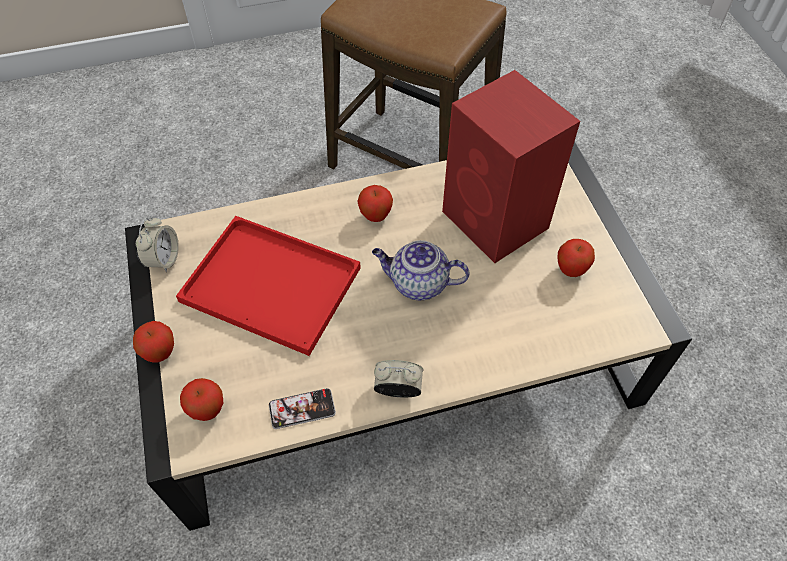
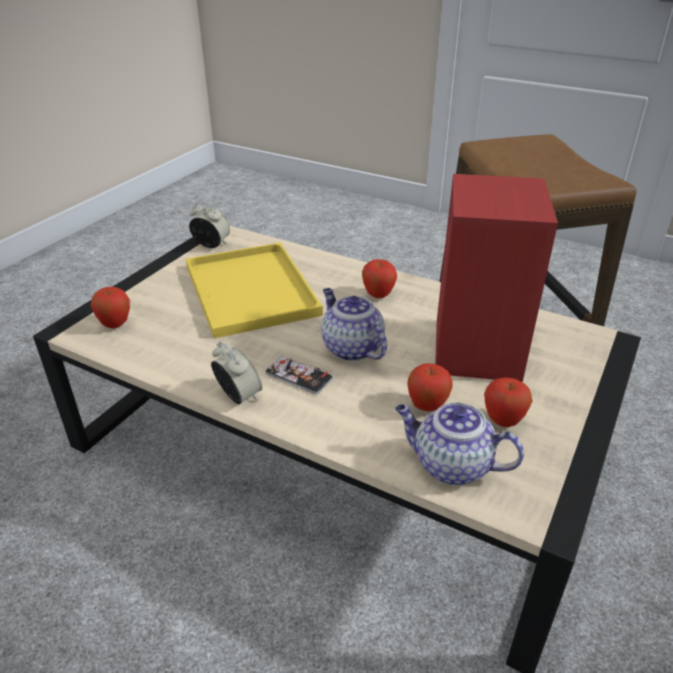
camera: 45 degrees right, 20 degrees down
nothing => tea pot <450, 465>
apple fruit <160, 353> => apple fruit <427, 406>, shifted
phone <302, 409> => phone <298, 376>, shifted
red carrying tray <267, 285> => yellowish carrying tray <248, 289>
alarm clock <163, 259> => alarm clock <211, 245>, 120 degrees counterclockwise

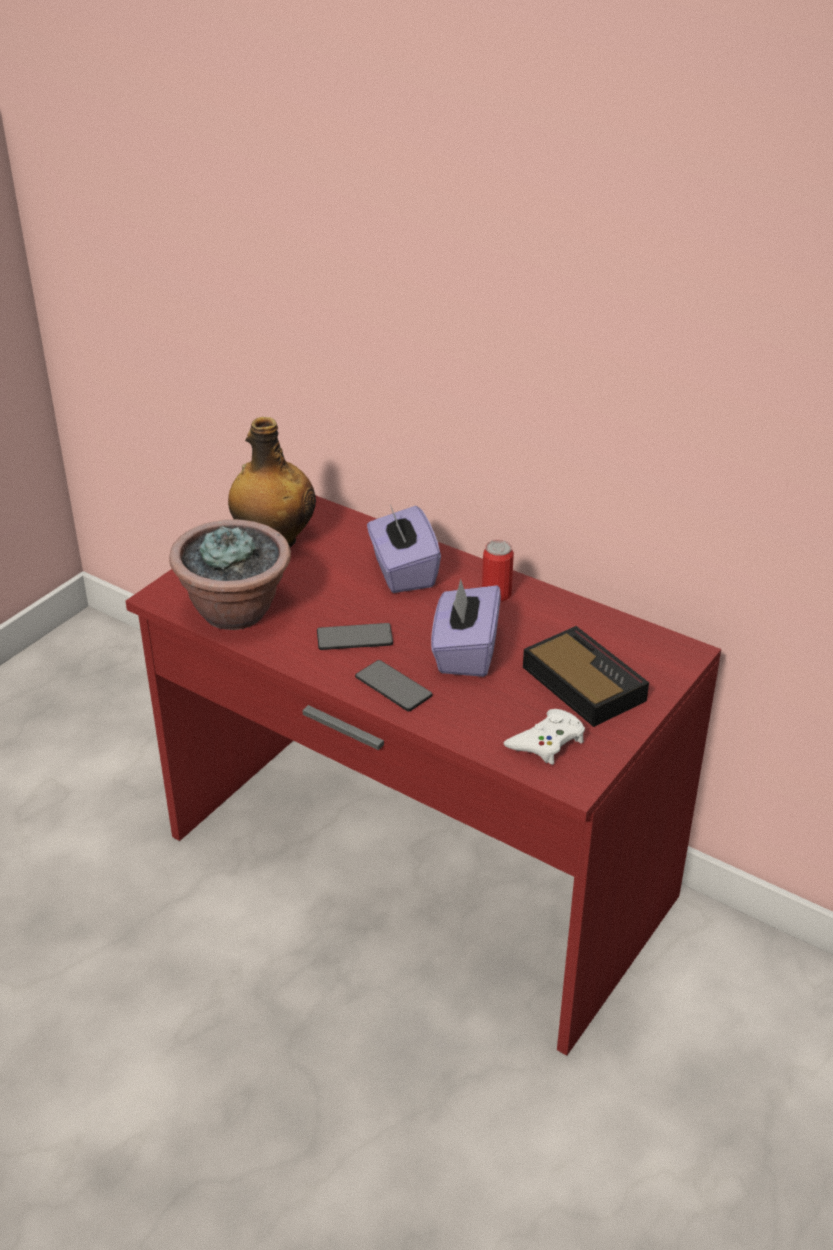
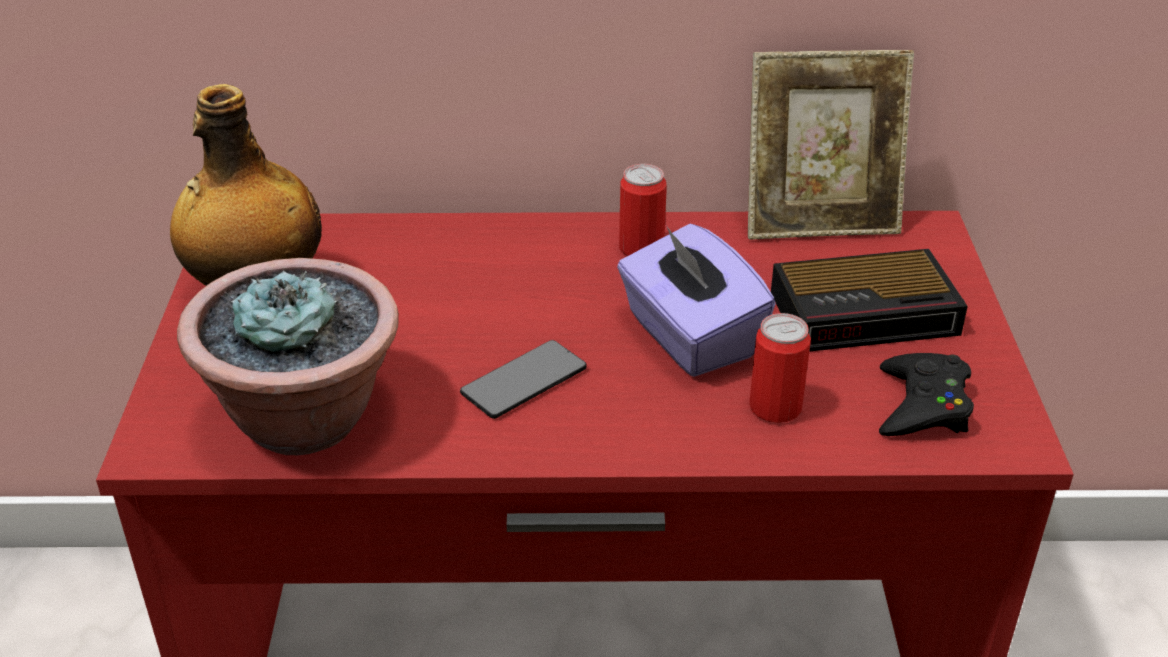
camera: 35 degrees left, 0 degrees up
phone <393, 687> => nothing
purple tissue box <402, 571> => nothing
nothing => photo frame <819, 221>
nothing => can <775, 407>
white-coloured gamepad <547, 742> => blackish gamepad <922, 406>
alarm clock <581, 682> => alarm clock <868, 313>, 150 degrees clockwise

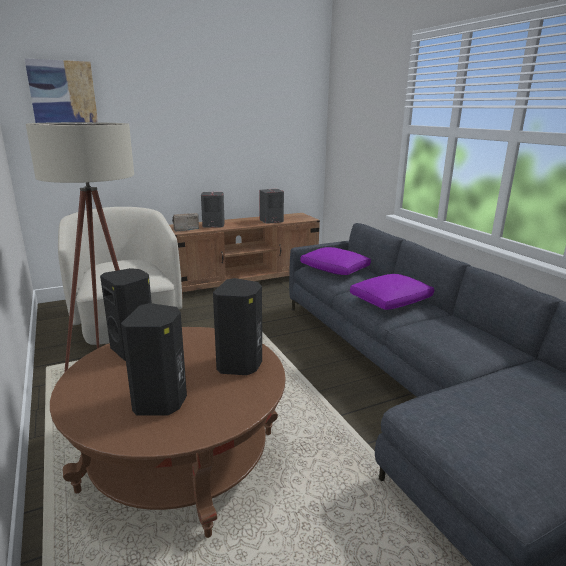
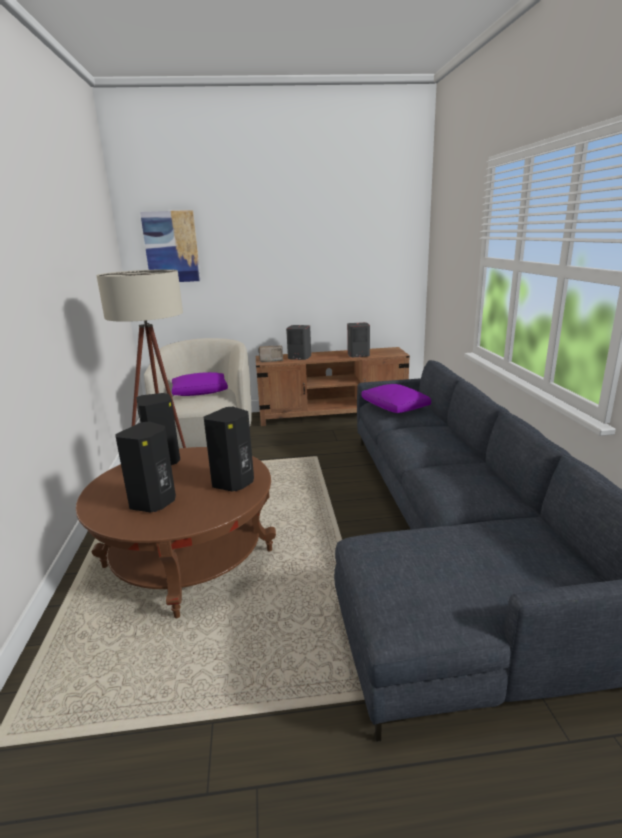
camera: 20 degrees right, 0 degrees up
purple pillow <391, 301> => purple pillow <200, 392>, shifted

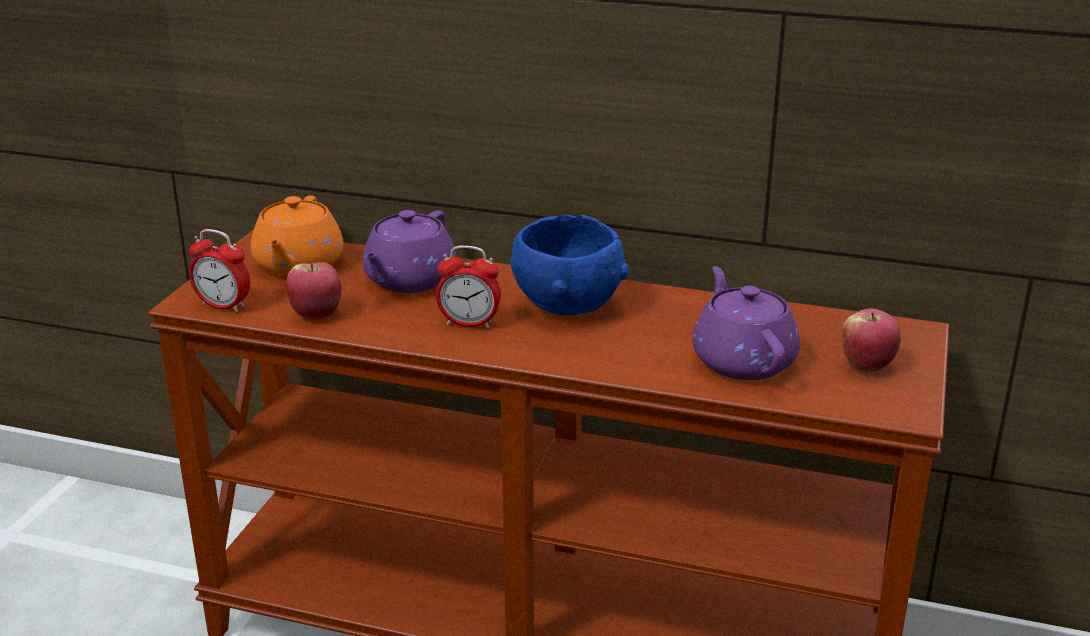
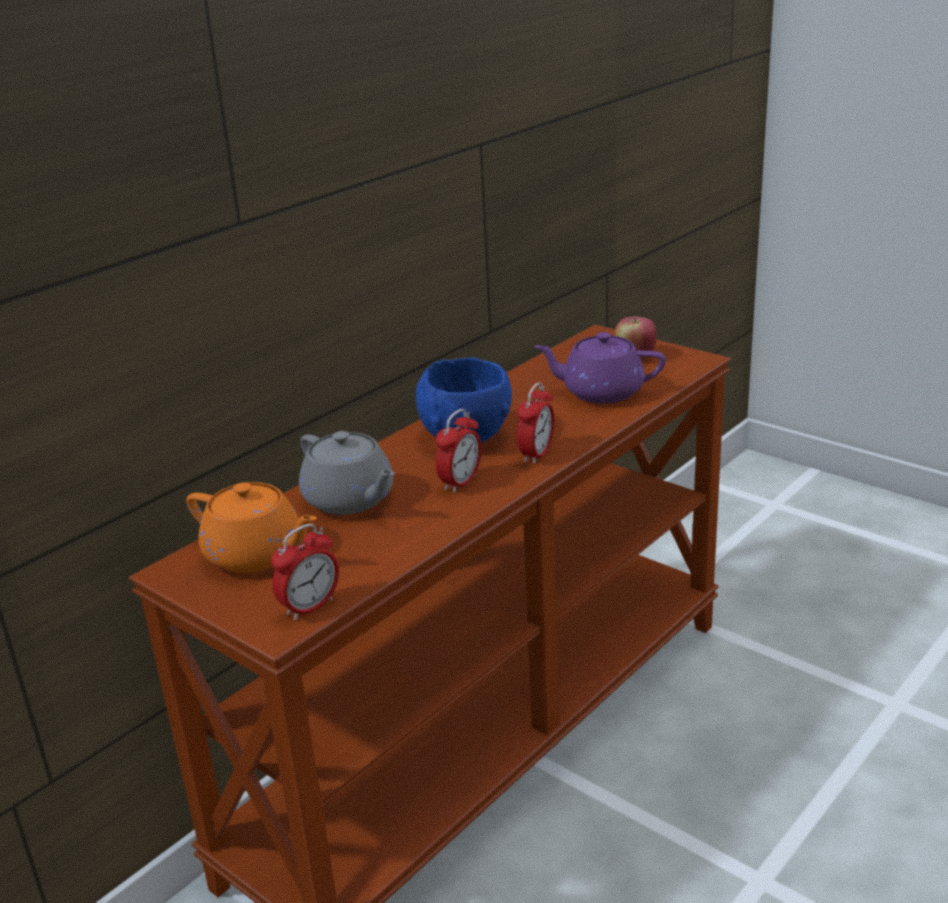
camera: 65 degrees left, 0 degrees up
apple fruit <317, 315> => nothing
nothing => alarm clock <537, 454>
purple tea pot <408, 280> => grey tea pot <350, 500>

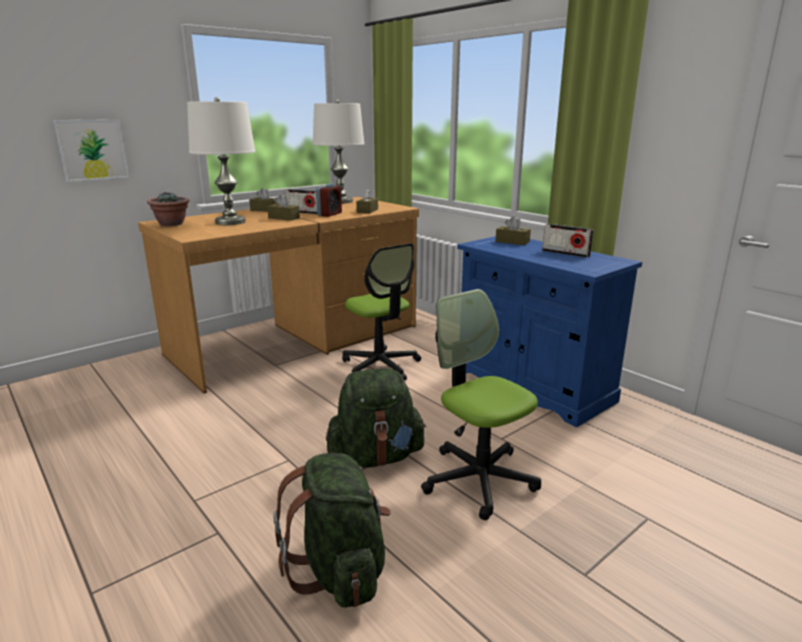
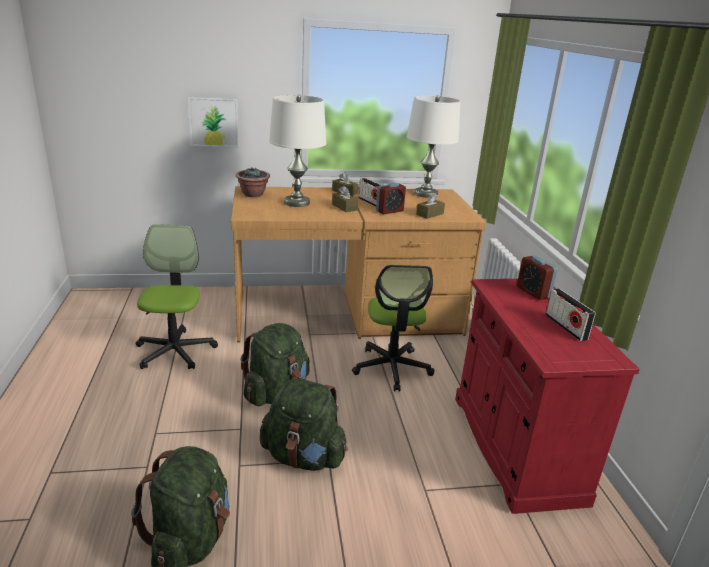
camera: 30 degrees right, 5 degrees up
nothing => greenish backpack <276, 392>
desk chair <479, 479> => desk chair <175, 351>, shifted
brown-coloured tissue box <512, 242> => alarm clock <533, 292>
blue-coloured storage cabinet <532, 385> => red storage cabinet <515, 447>

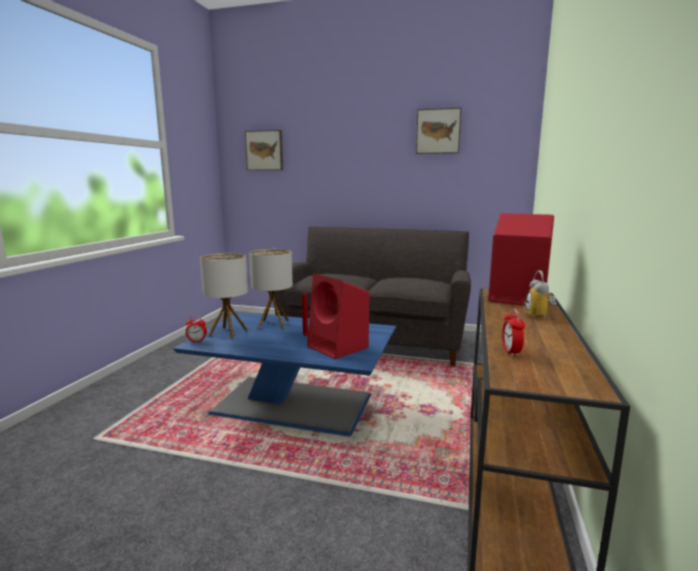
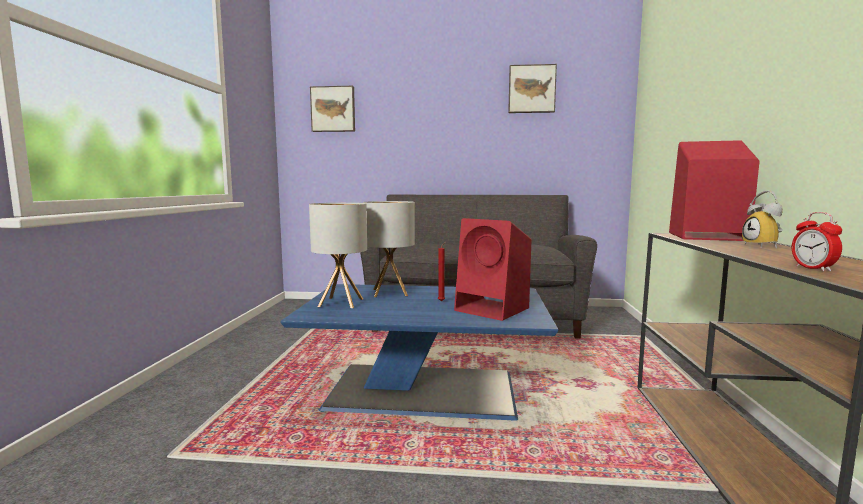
camera: 10 degrees left, 5 degrees down
alarm clock <197, 341> => nothing

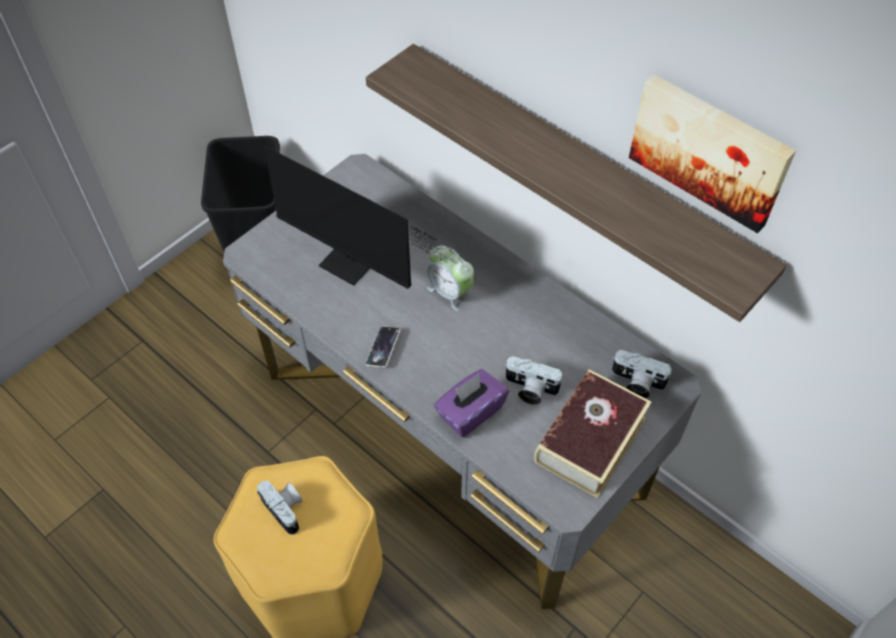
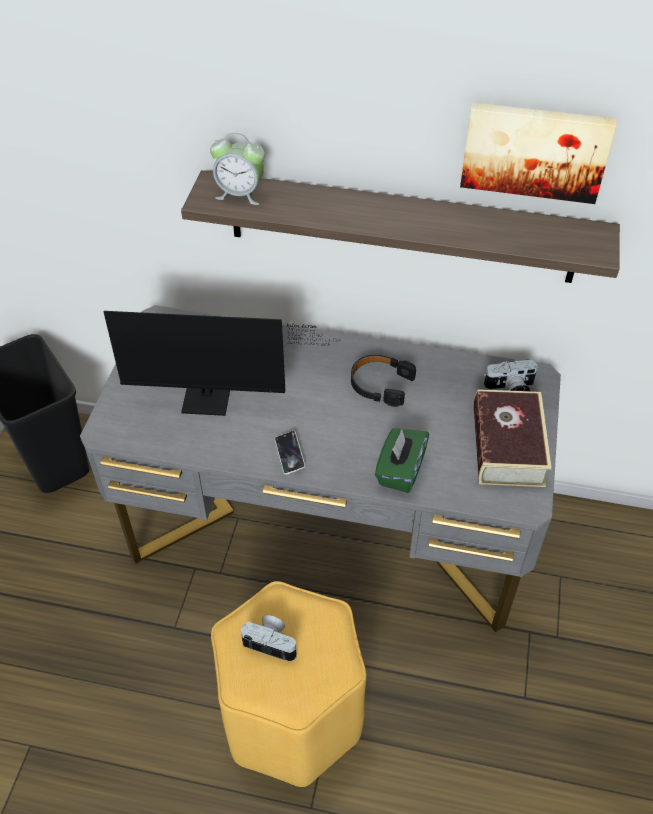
camera: 30 degrees left, 5 degrees down
still camera <529, 389> => nothing
nothing => blackish headset <380, 384>
alarm clock <450, 292> => alarm clock <240, 194>, shifted
purple tissue box <470, 412> => greenish tissue box <400, 470>

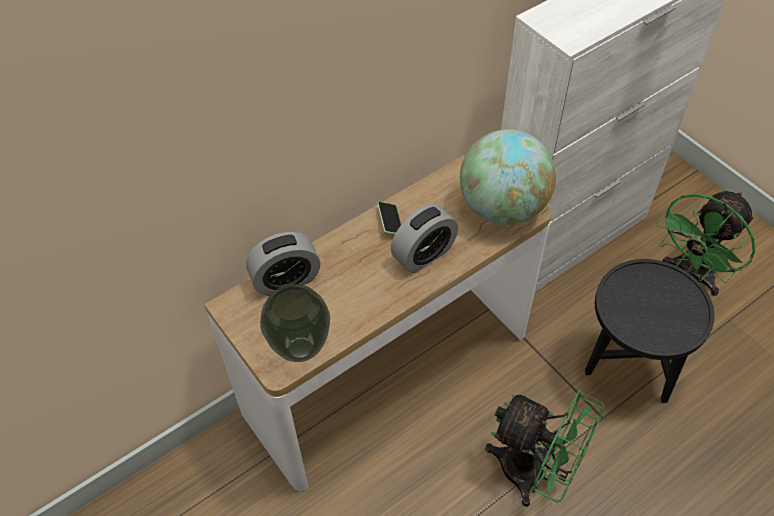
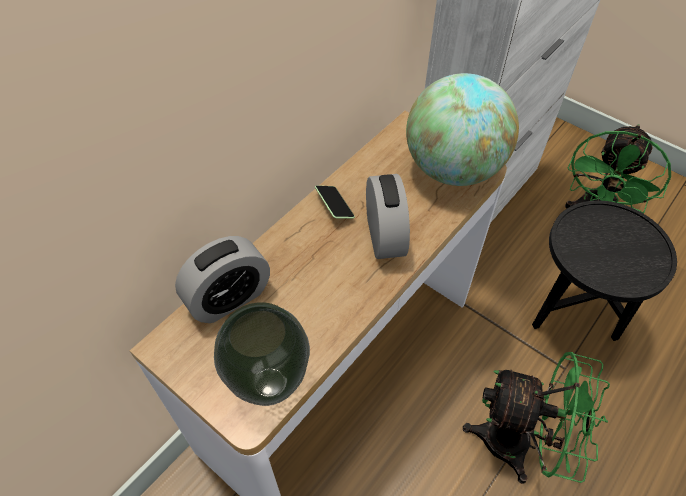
camera: 15 degrees left, 0 degrees up
alarm clock <424, 255> => alarm clock <384, 236>, 45 degrees counterclockwise

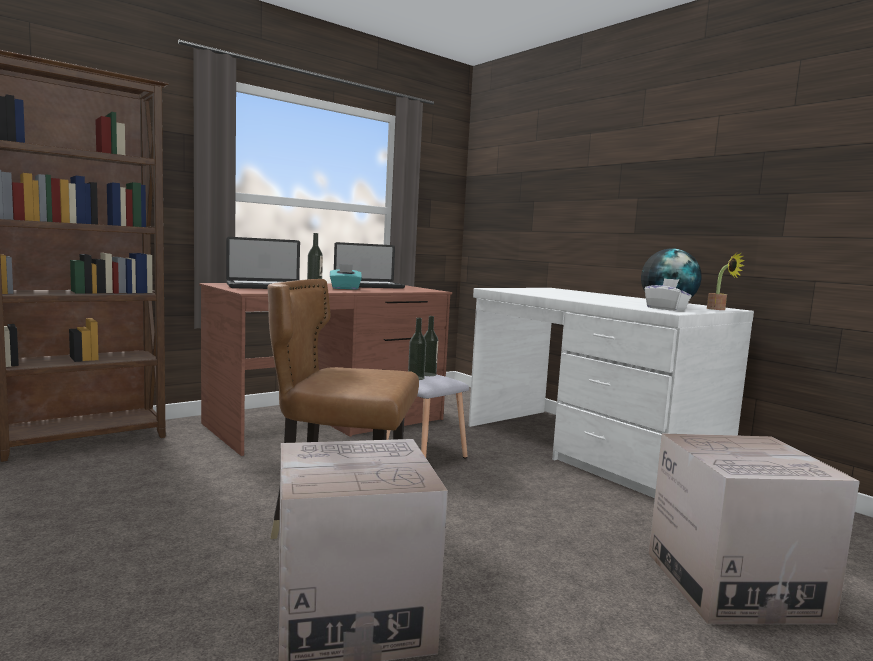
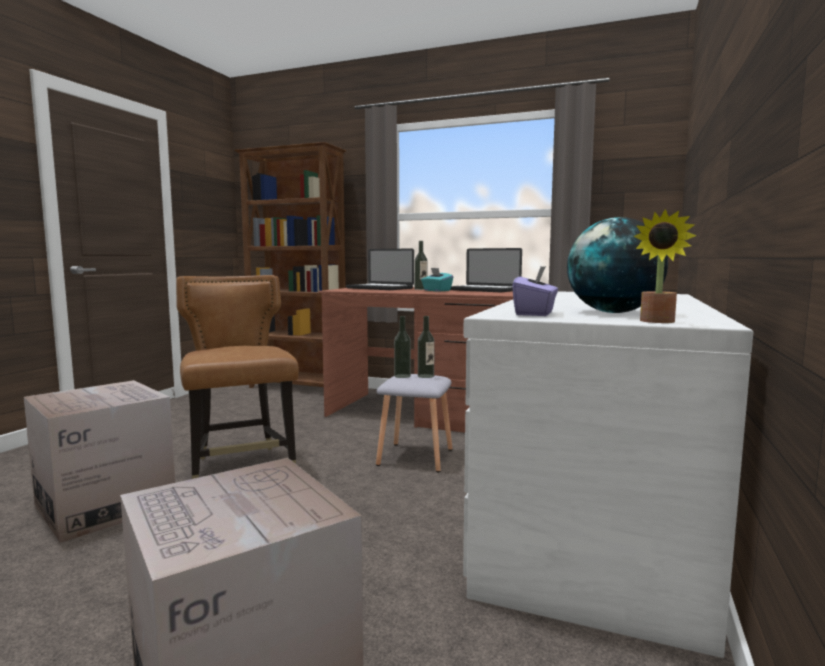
camera: 60 degrees right, 0 degrees up
white-coloured tissue box <666, 309> => purple tissue box <535, 314>

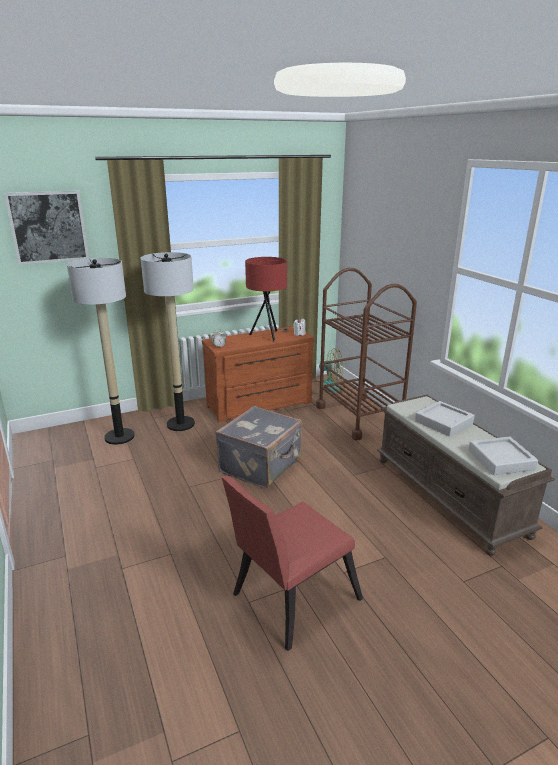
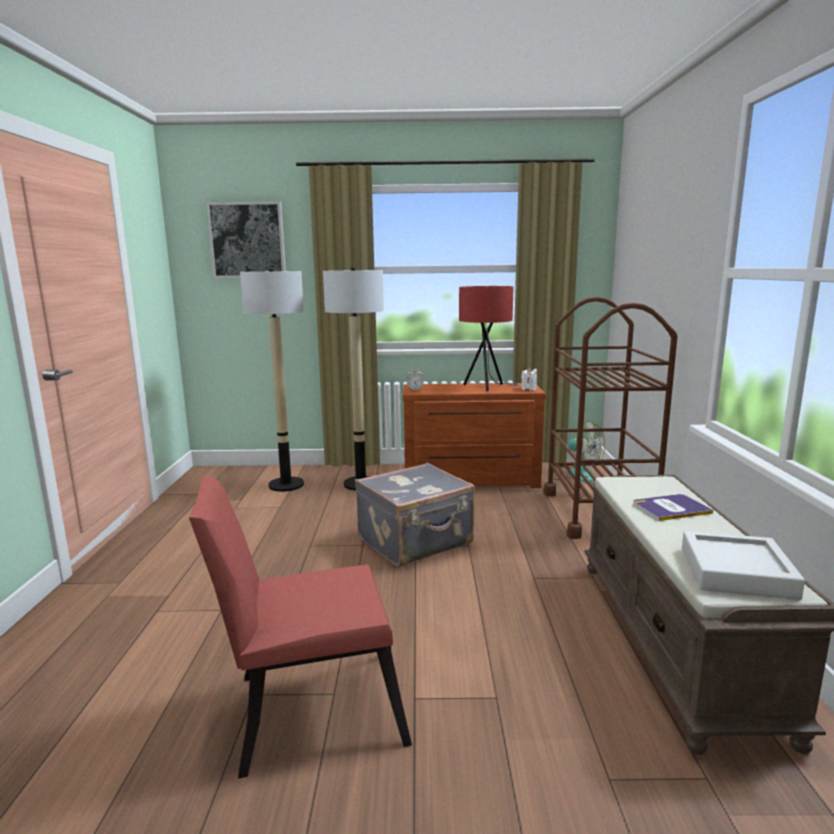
camera: 25 degrees right, 10 degrees down
grey carrying tray <443, 422> => bound book <671, 508>

